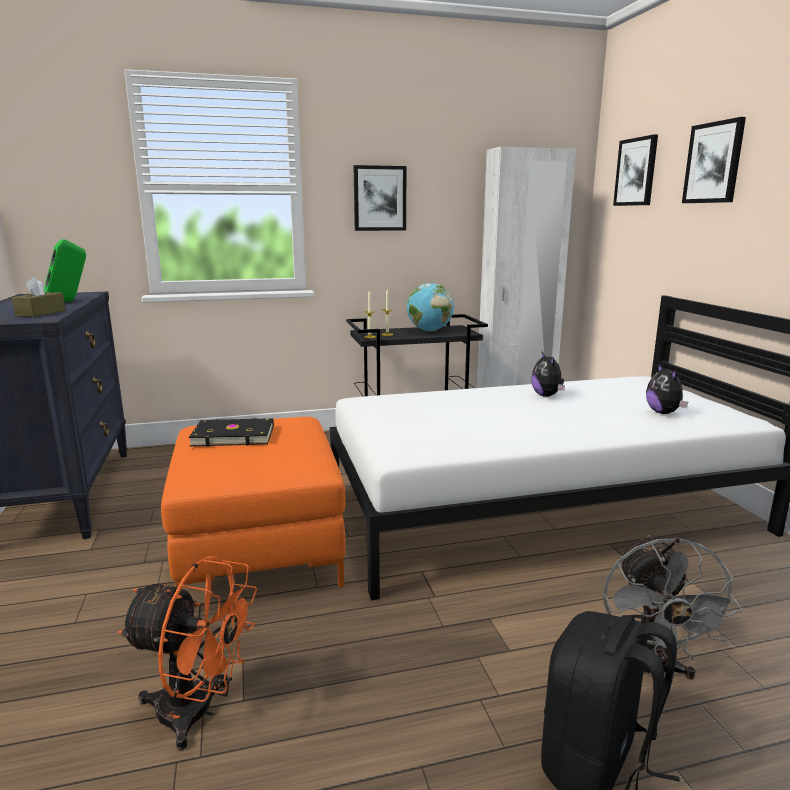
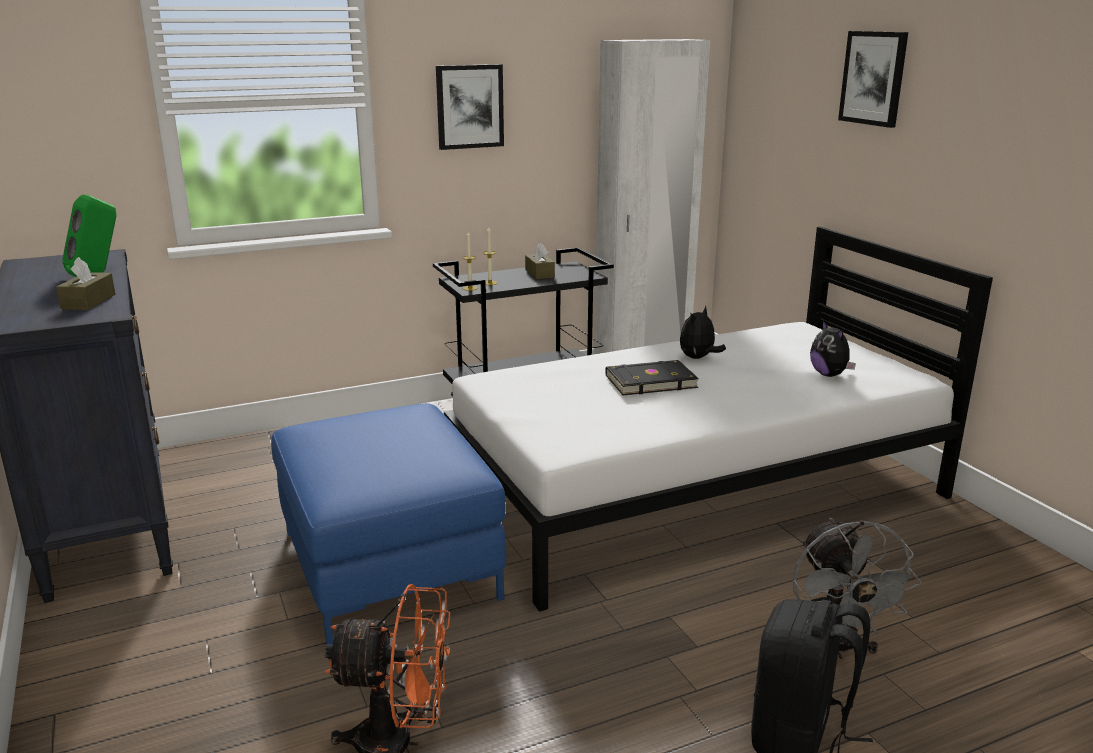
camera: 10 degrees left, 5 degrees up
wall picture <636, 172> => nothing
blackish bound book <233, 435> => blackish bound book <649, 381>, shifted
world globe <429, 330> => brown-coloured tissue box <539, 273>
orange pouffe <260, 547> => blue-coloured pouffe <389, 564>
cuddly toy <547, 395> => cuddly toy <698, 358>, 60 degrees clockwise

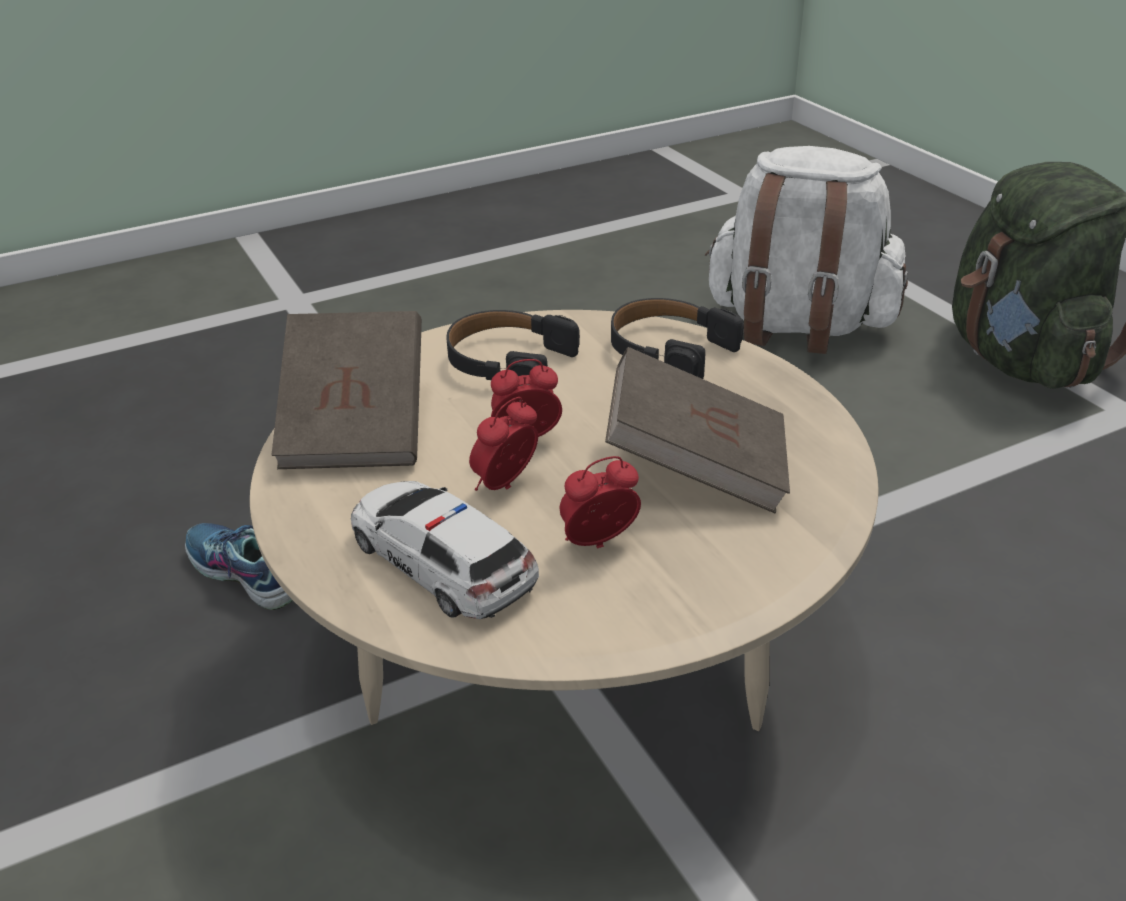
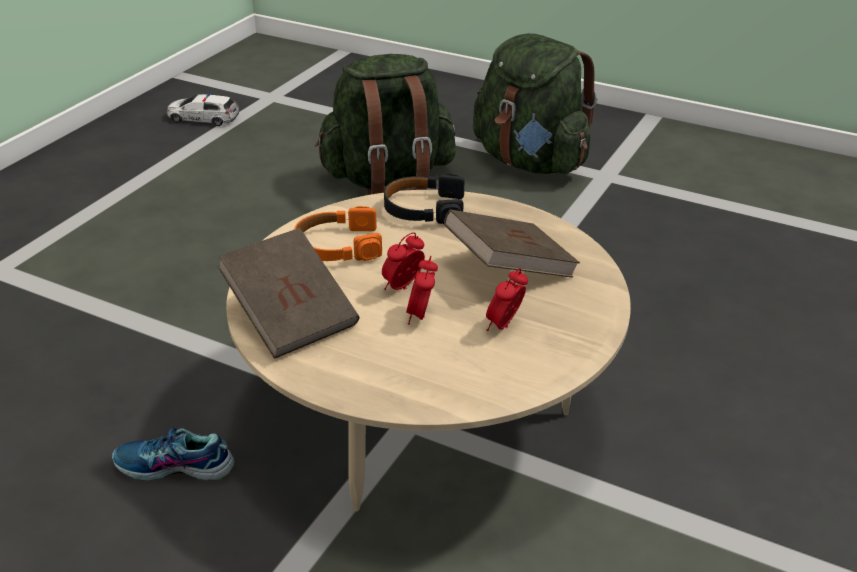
camera: 35 degrees left, 0 degrees up
toy car <440, 562> => toy car <203, 118>, shifted
blackish headset <508, 362> => orange headset <337, 246>
white-coloured backpack <797, 326> => greenish backpack <388, 179>

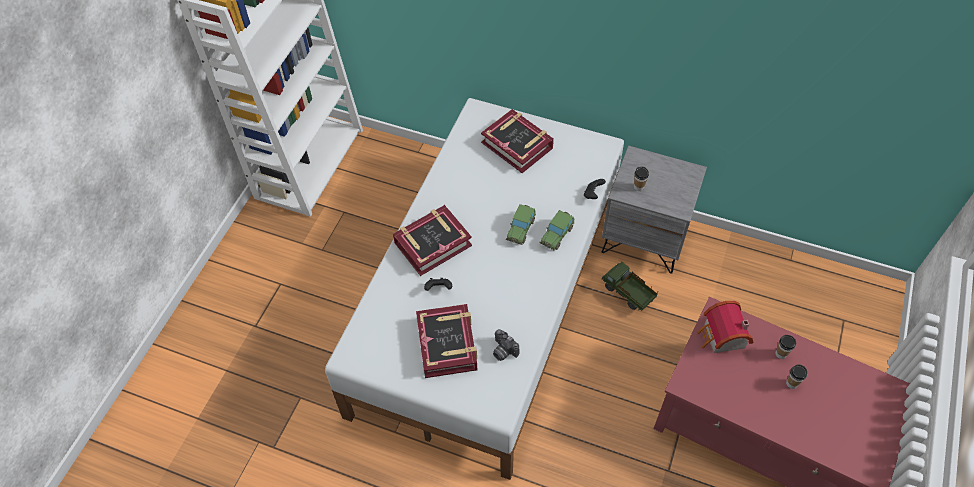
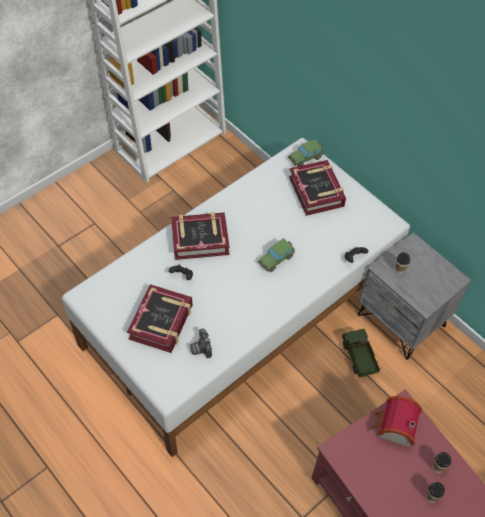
camera: 25 degrees right, 0 degrees up
toy car <557, 235> => toy car <305, 158>, shifted

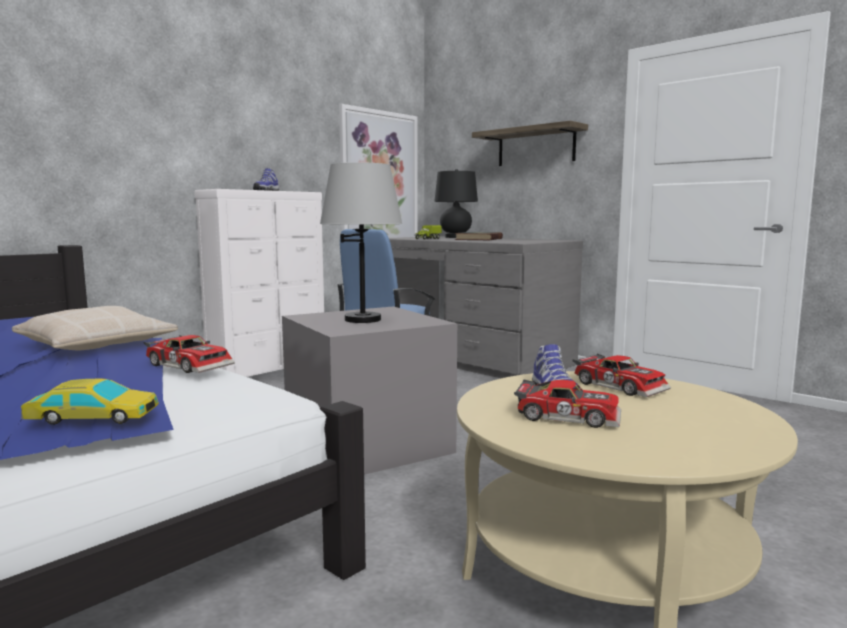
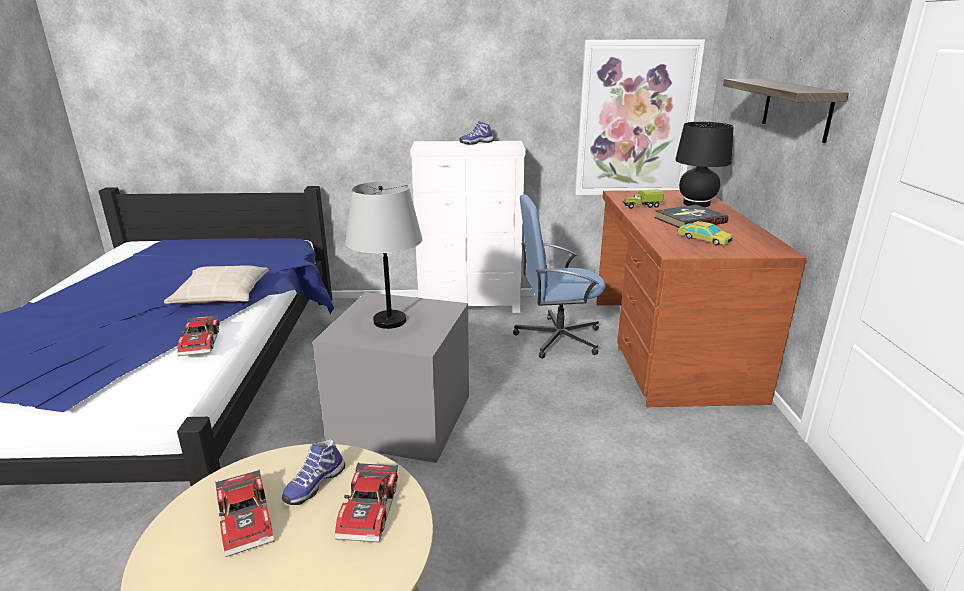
camera: 45 degrees right, 15 degrees up
toy car <93, 417> => toy car <704, 239>, shifted
grey desk <472, 358> => brown-coloured desk <668, 347>

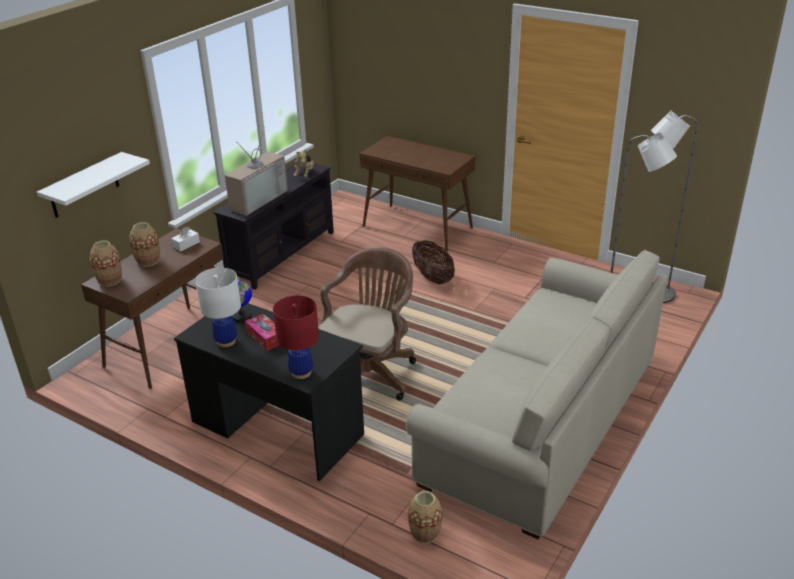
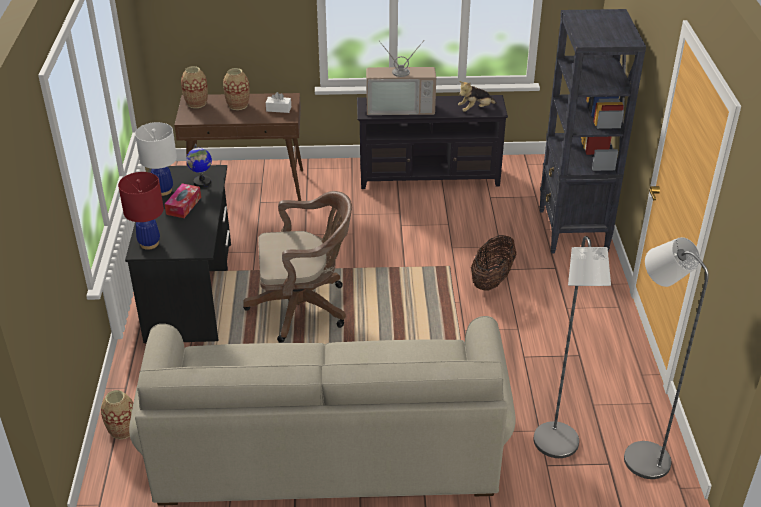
camera: 55 degrees right, 5 degrees up
white-coloured bracket shelf <84, 186> => nothing
brown-coloured console table <418, 227> => blackish shelving unit <572, 231>

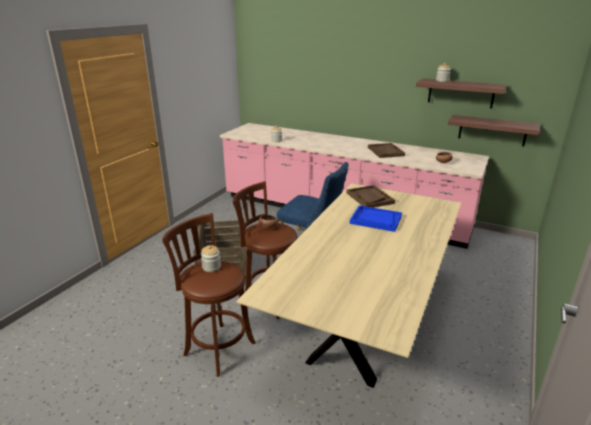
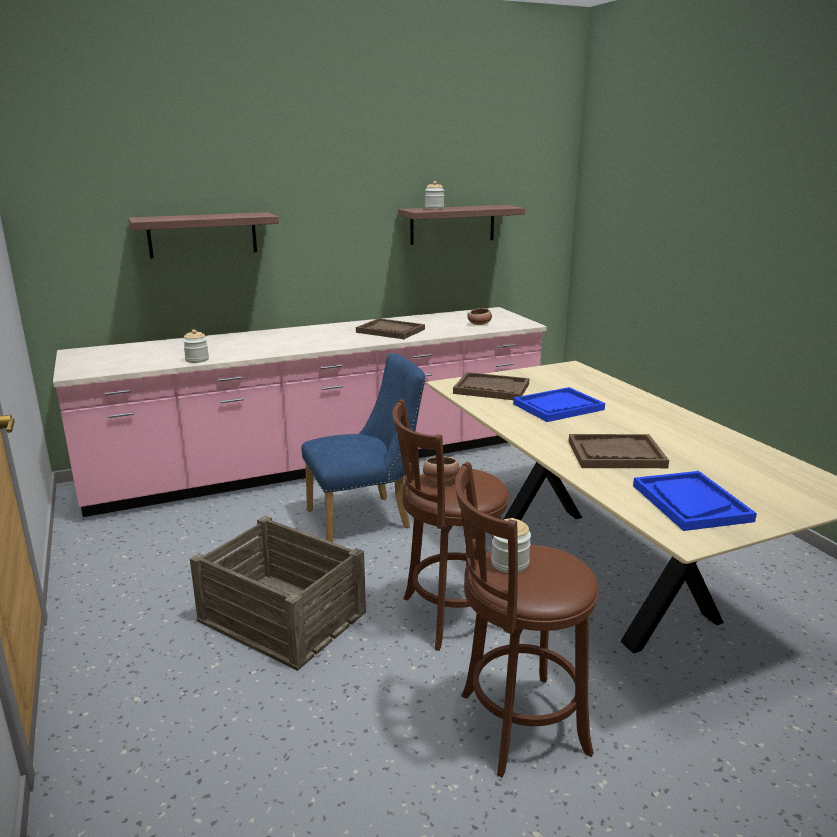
camera: 50 degrees left, 5 degrees down
nothing => brown-coloured carrying tray <615, 454>
nothing => blue-coloured carrying tray <690, 503>
bracket shelf <492, 130> => bracket shelf <202, 235>, shifted

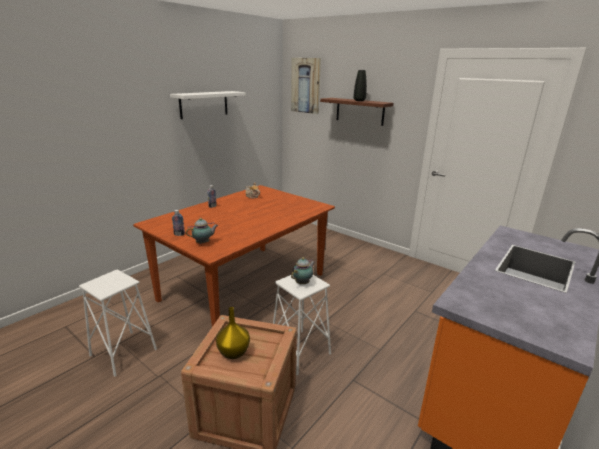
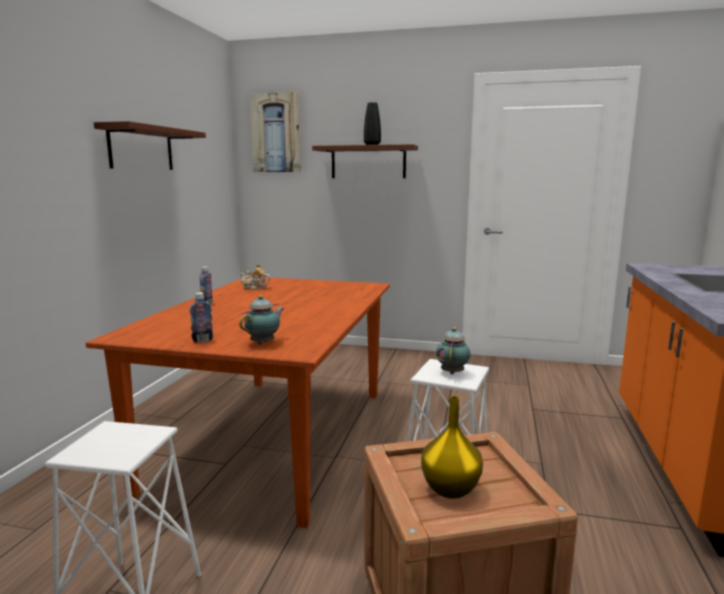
camera: 25 degrees left, 10 degrees down
white-coloured bracket shelf <204, 104> => brown-coloured bracket shelf <141, 148>

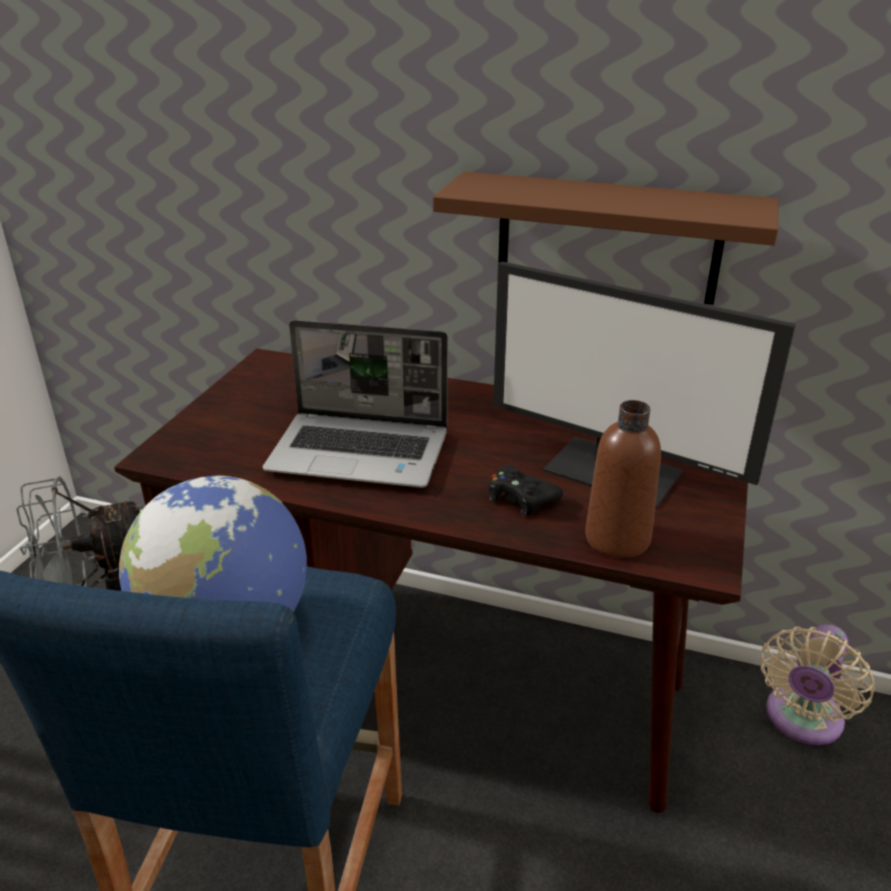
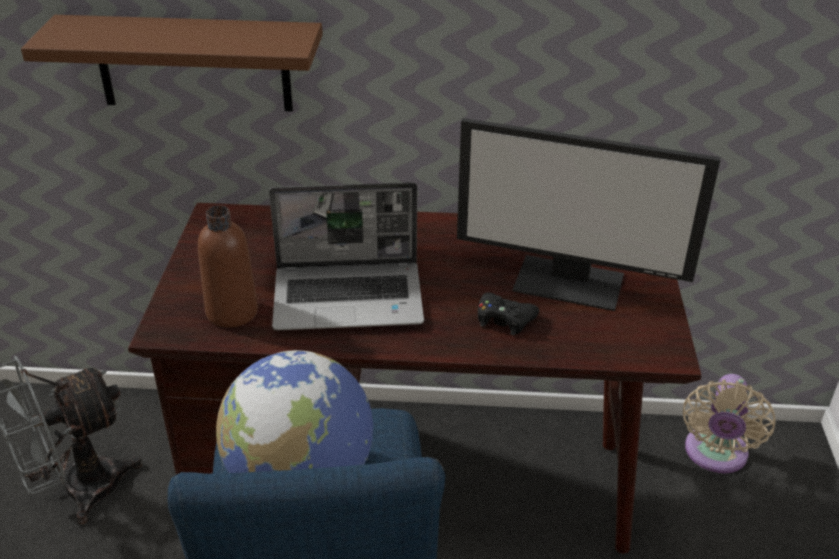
camera: 15 degrees left, 5 degrees up
brown-coloured bracket shelf <607, 238> => brown-coloured bracket shelf <193, 63>, shifted
brown-coloured beverage bottle <617, 538> => brown-coloured beverage bottle <232, 312>, shifted

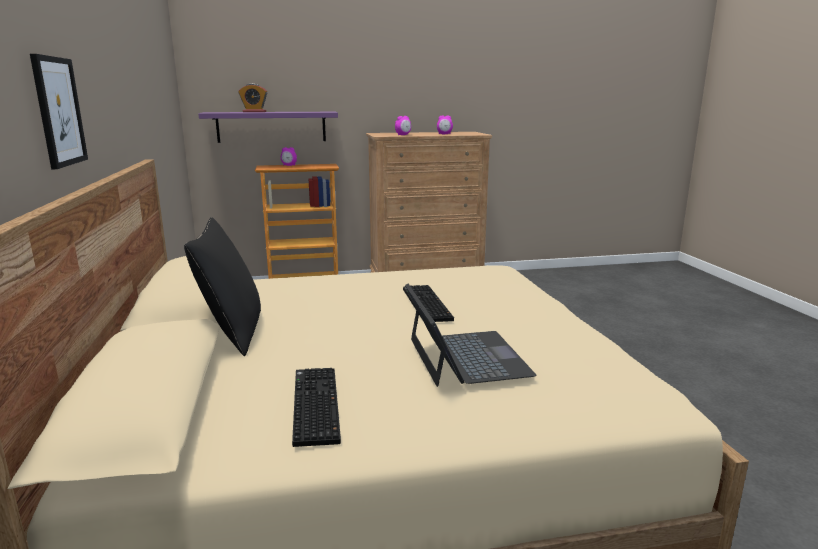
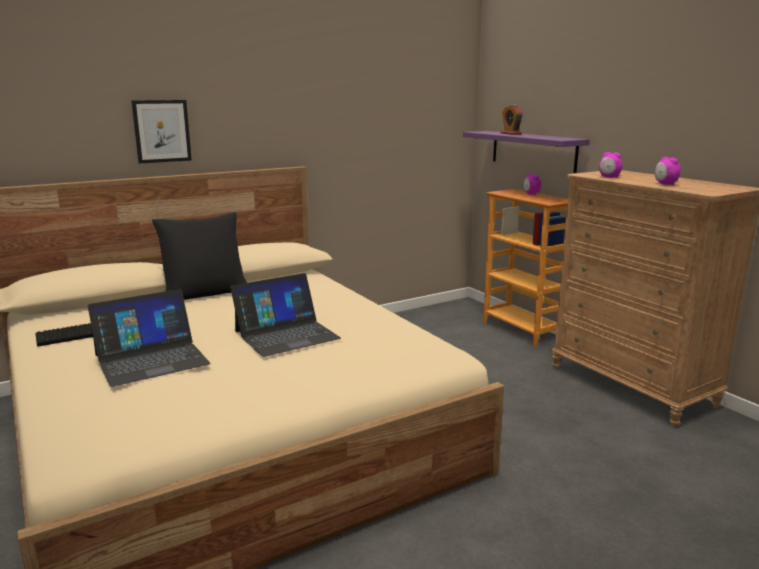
camera: 70 degrees right, 0 degrees up
PC keyboard <424, 304> => notebook computer <286, 334>

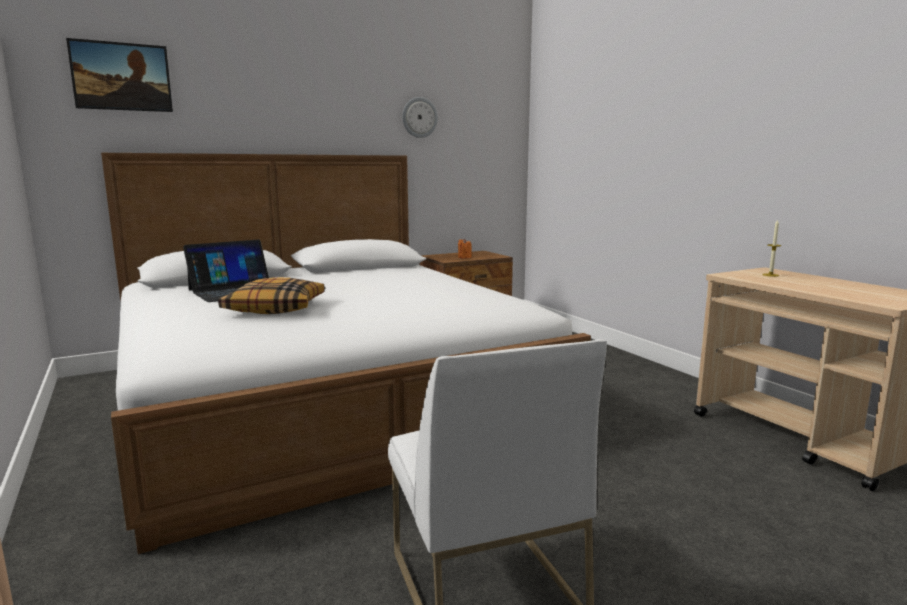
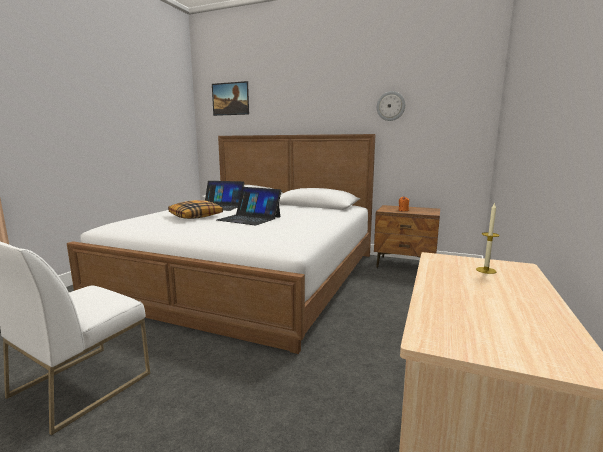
camera: 50 degrees right, 0 degrees up
nothing => notebook computer <249, 218>

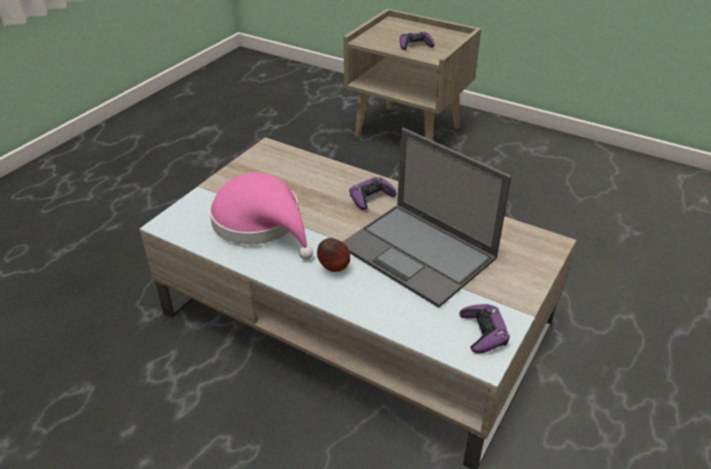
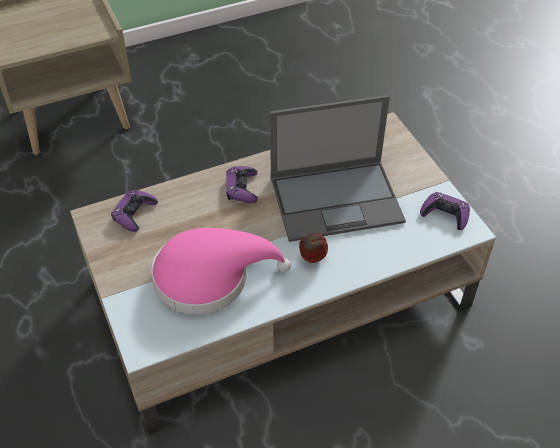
camera: 55 degrees left, 10 degrees up
purple gamepad <415, 45> => purple gamepad <134, 213>, shifted

